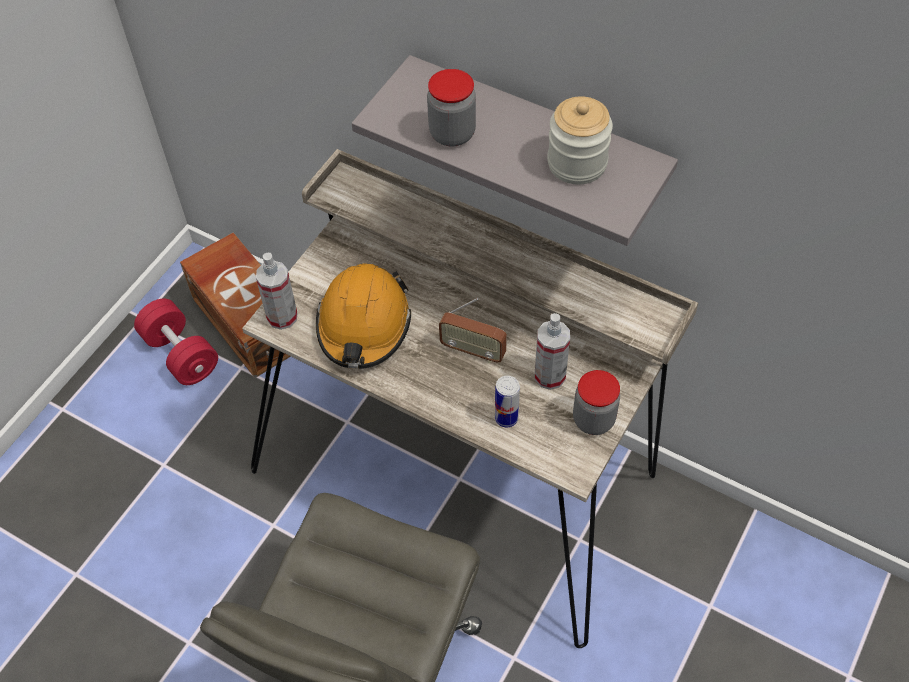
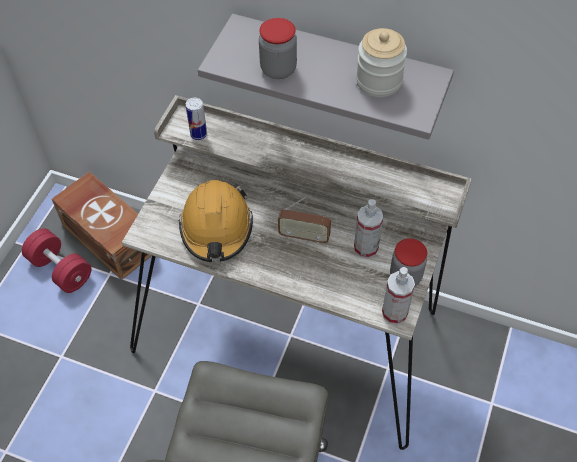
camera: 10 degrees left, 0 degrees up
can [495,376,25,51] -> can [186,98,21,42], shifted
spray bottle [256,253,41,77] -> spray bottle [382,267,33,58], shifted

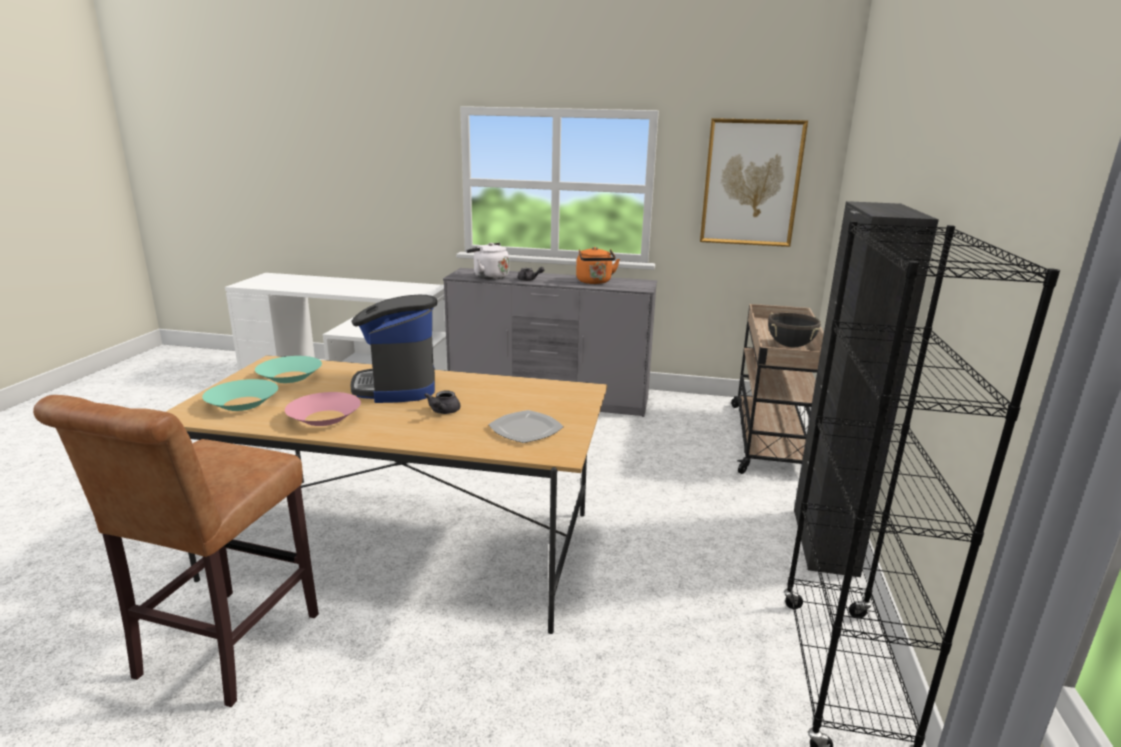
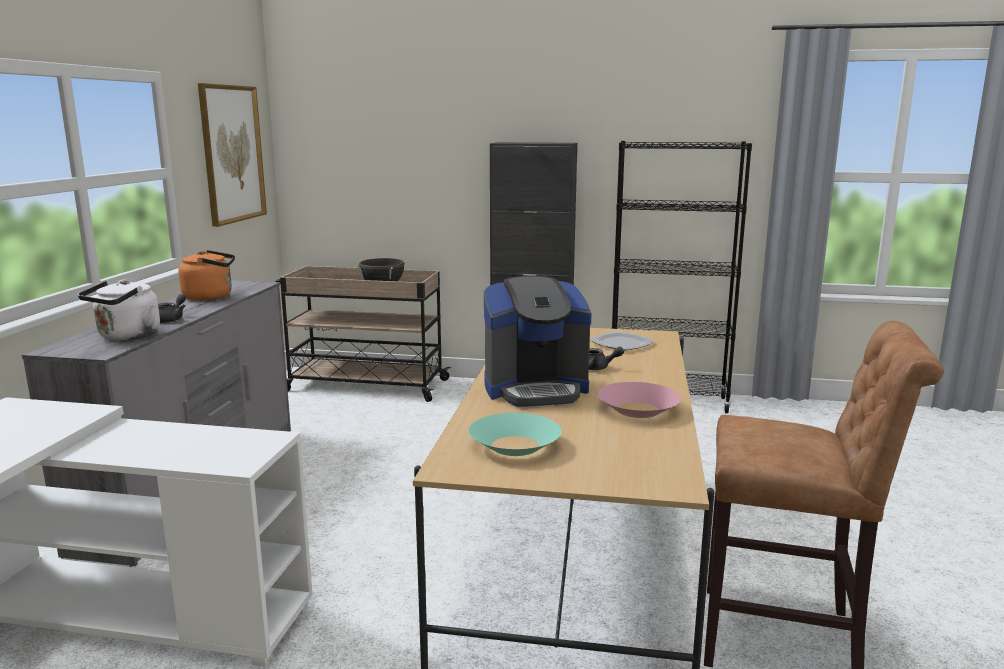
camera: 90 degrees left, 5 degrees down
bowl (turquoise) [202,379,76,32] -> none

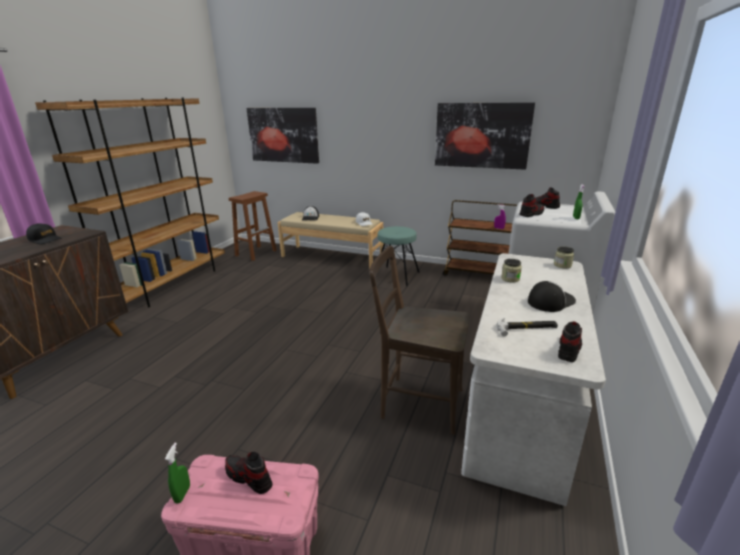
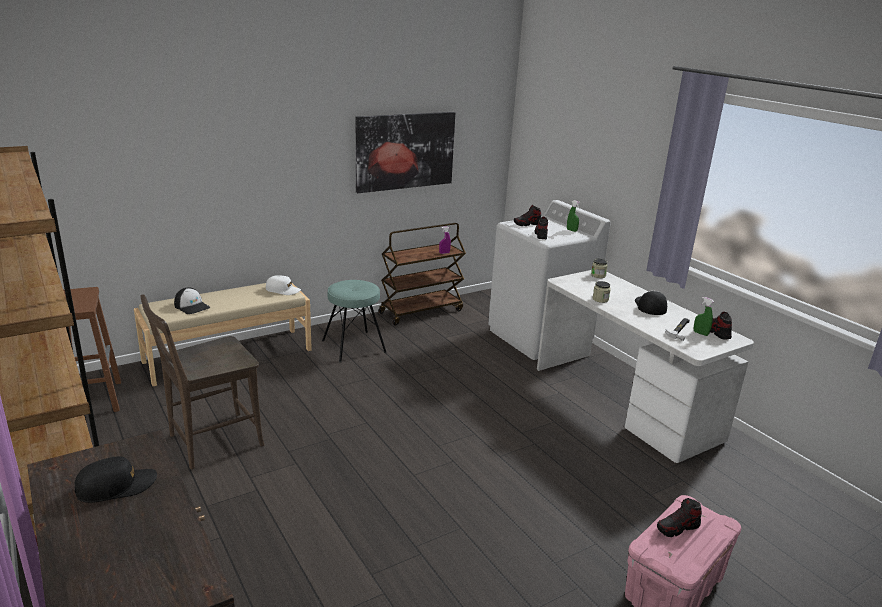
camera: 55 degrees left, 0 degrees up
chair (brown) [369,246,101,189] -> chair (brown) [141,294,124,175], shifted
spray bottle (green) [165,442,25,62] -> spray bottle (green) [694,297,20,39], shifted
picture [246,108,73,56] -> none

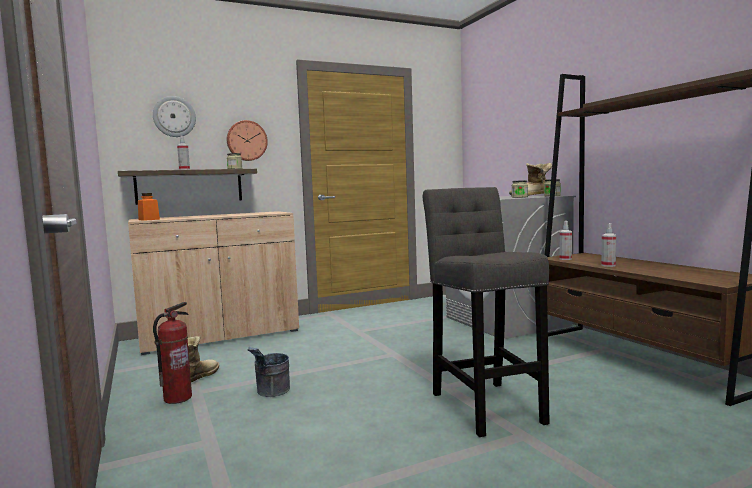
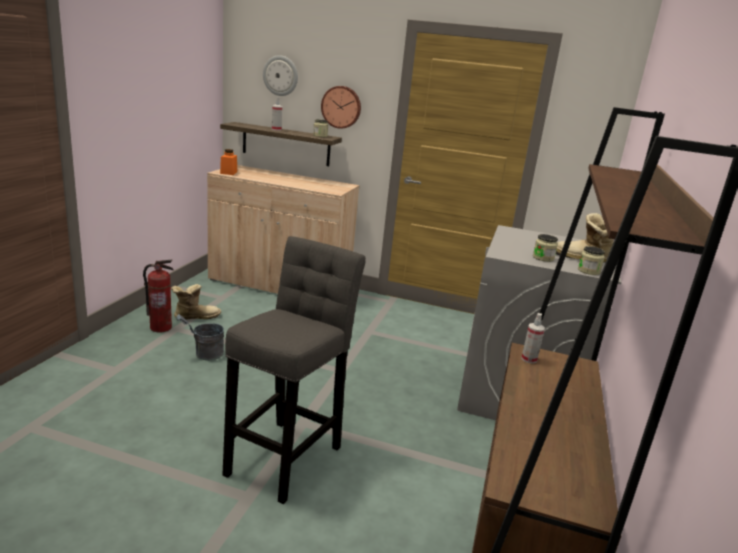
camera: 40 degrees right, 15 degrees up
spray bottle [601,223,15,44] -> none

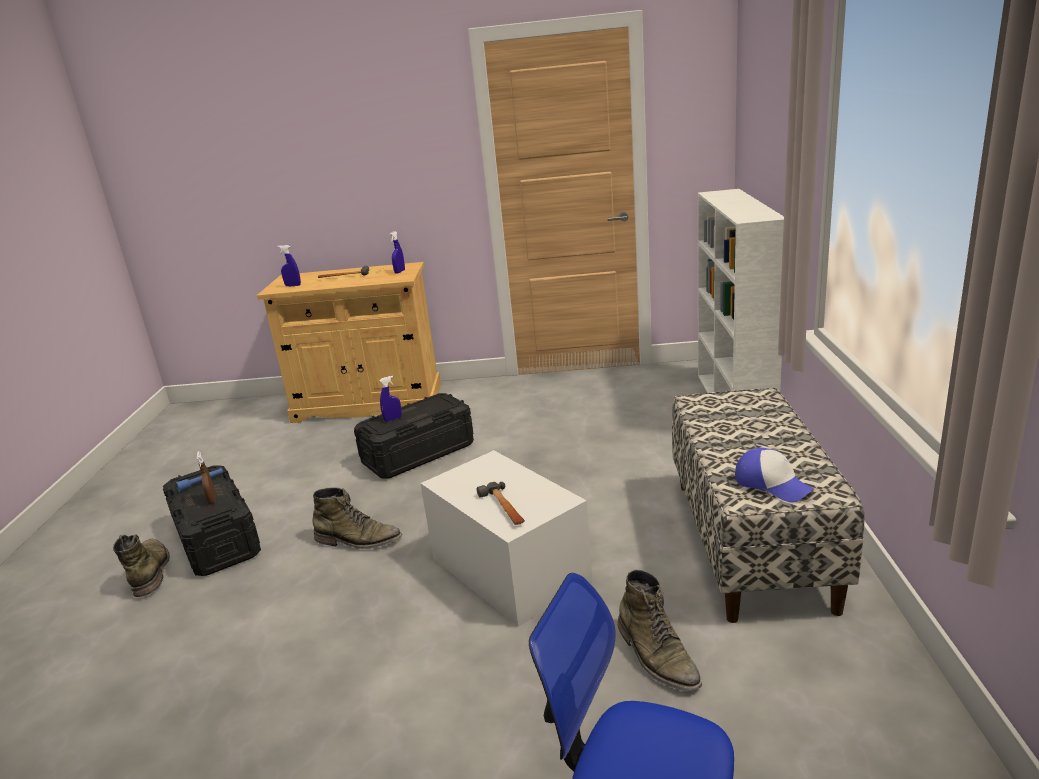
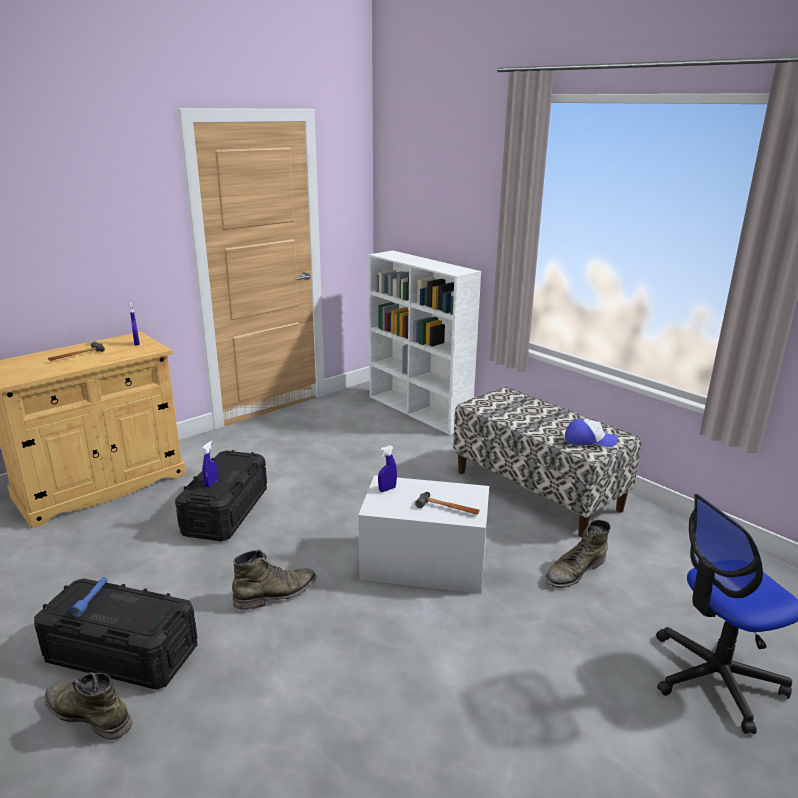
camera: 45 degrees left, 0 degrees up
spray bottle (blue) [277,245,24,41] -> spray bottle (blue) [378,445,19,47], shifted
boot (green) [618,569,84,122] -> boot (green) [545,520,66,68], 120 degrees clockwise
spray bottle (brown) [197,451,19,54] -> none

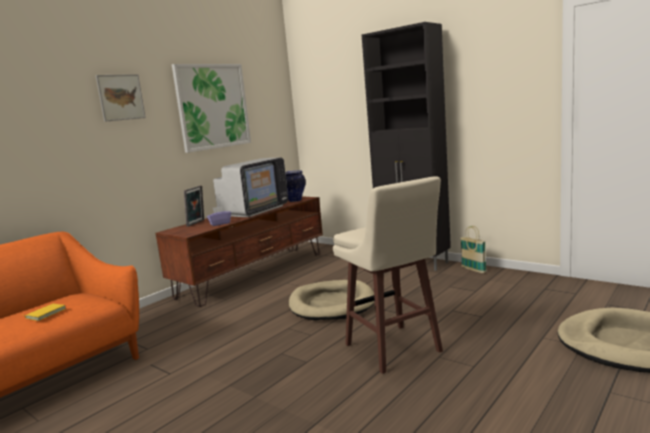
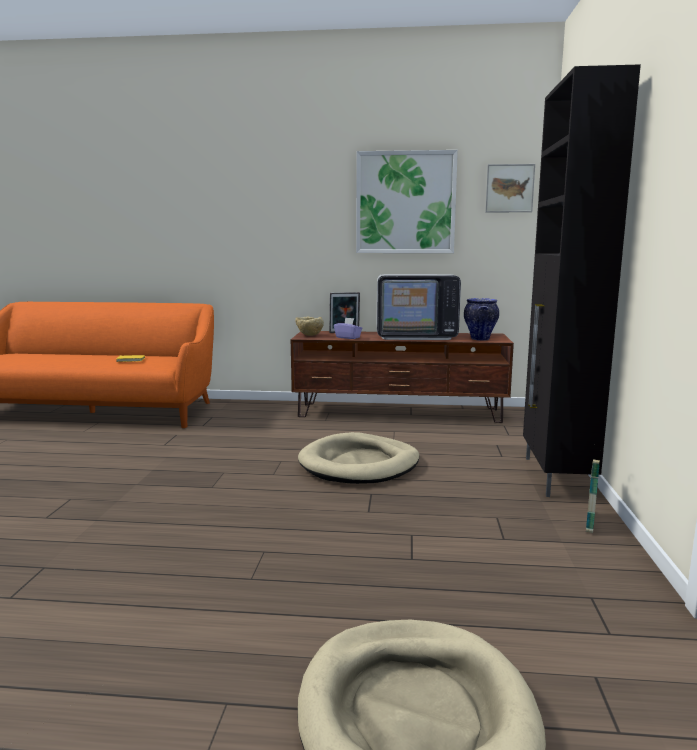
camera: 55 degrees right, 0 degrees up
none -> bowl (beige) [295,317,29,19]
picture [96,74,50,48] -> picture [485,164,50,48], shifted
stool (beige) [333,176,110,198] -> none

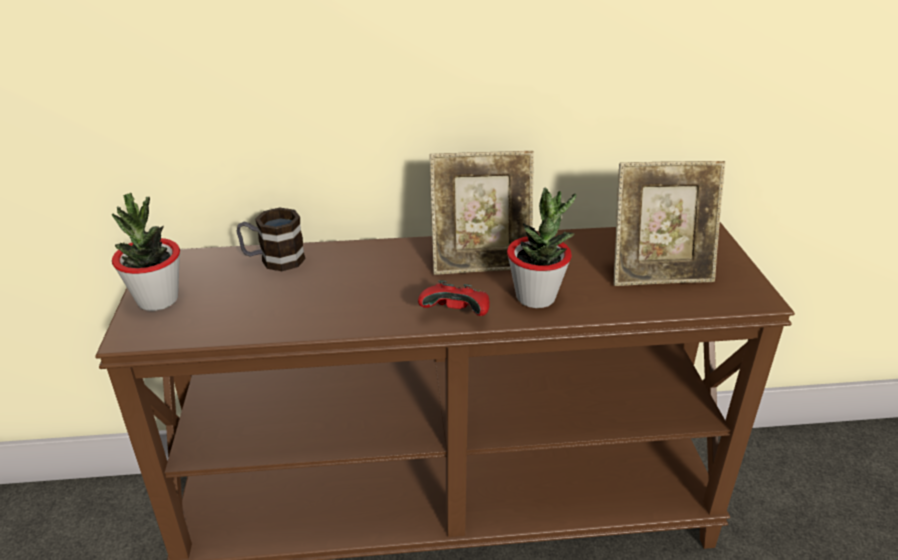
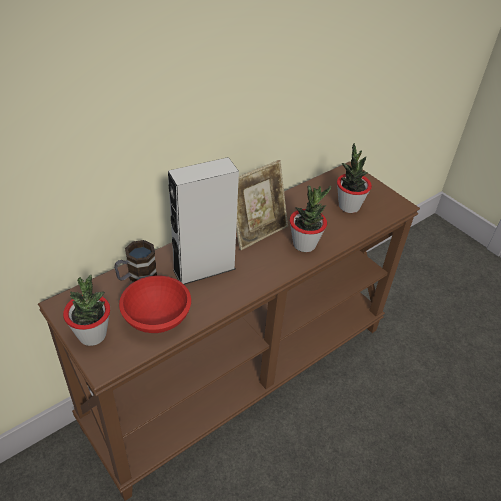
camera: 35 degrees left, 10 degrees up
none -> bowl (red) [119,276,72,57]
none -> speaker (grey) [168,157,71,128]
picture frame [613,161,112,125] -> potted plant [337,143,35,70]
game controller (red) [418,280,72,36] -> none

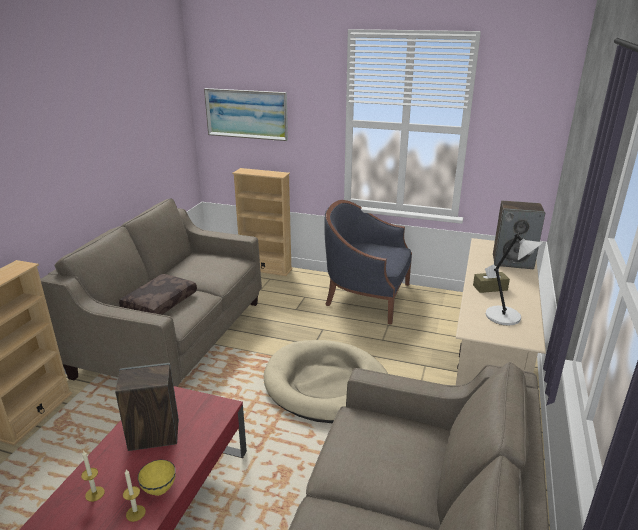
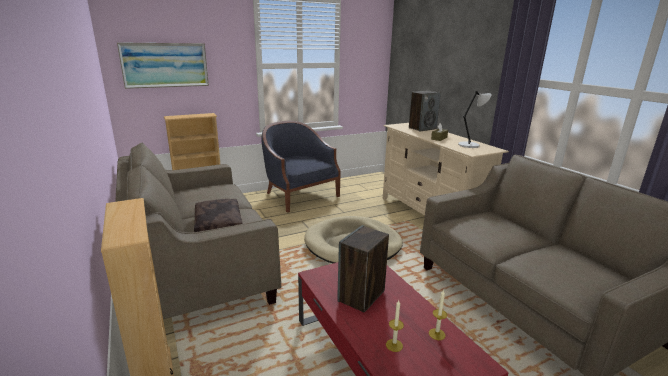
camera: 45 degrees left, 5 degrees down
armchair (blue) [324,200,88,125] -> armchair (blue) [262,121,79,92], 75 degrees clockwise
bowl (yellow) [138,460,38,36] -> none

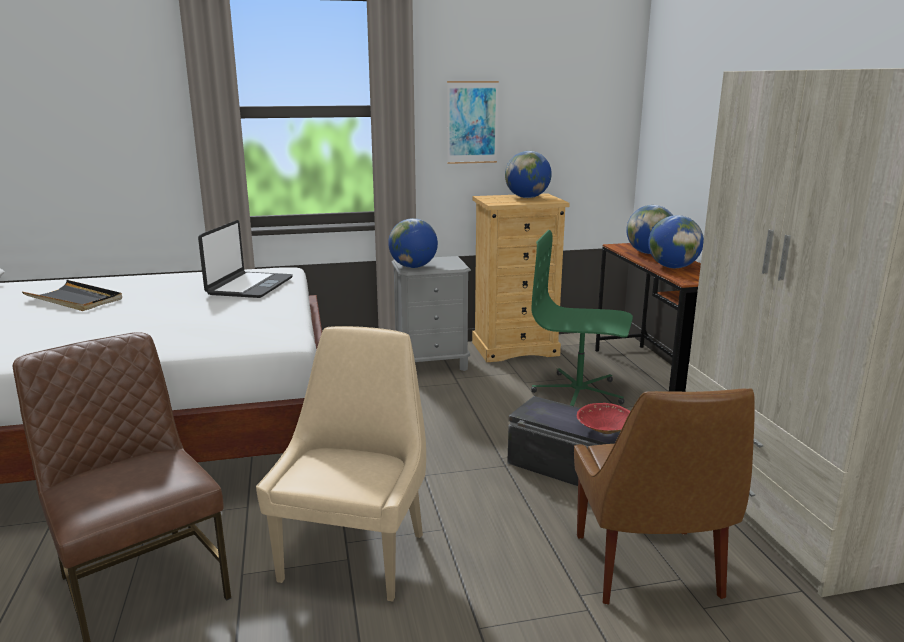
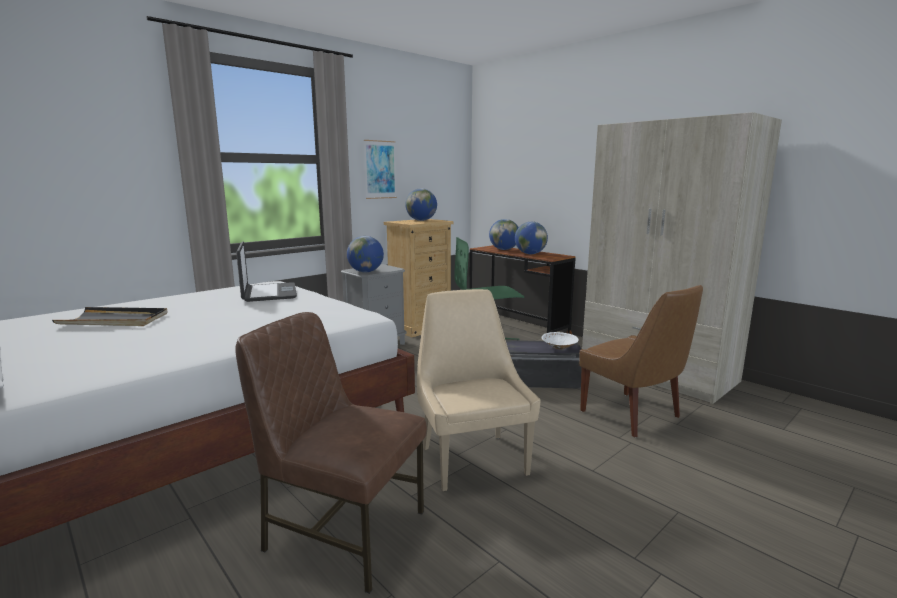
camera: 30 degrees left, 5 degrees down
bowl (red) [577,403,53,31] -> bowl (white) [541,332,38,17]

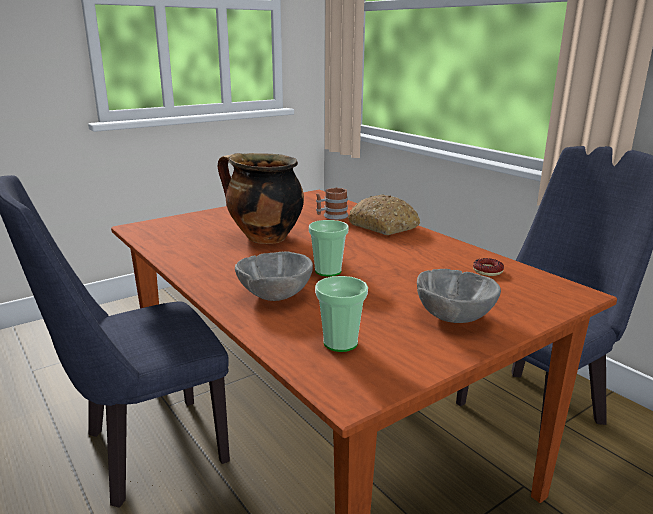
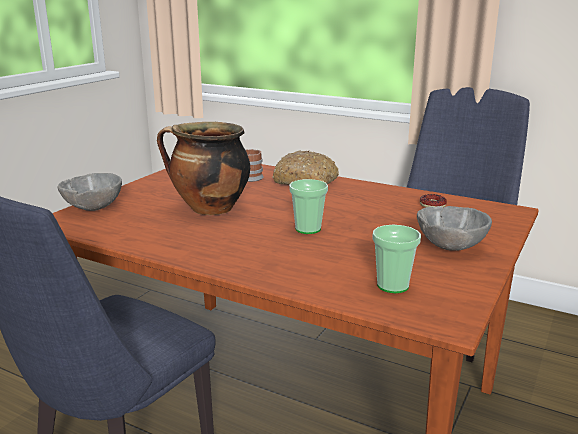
camera: 25 degrees left, 0 degrees up
bowl (grey) [235,251,78,50] -> bowl (grey) [57,173,65,38], shifted

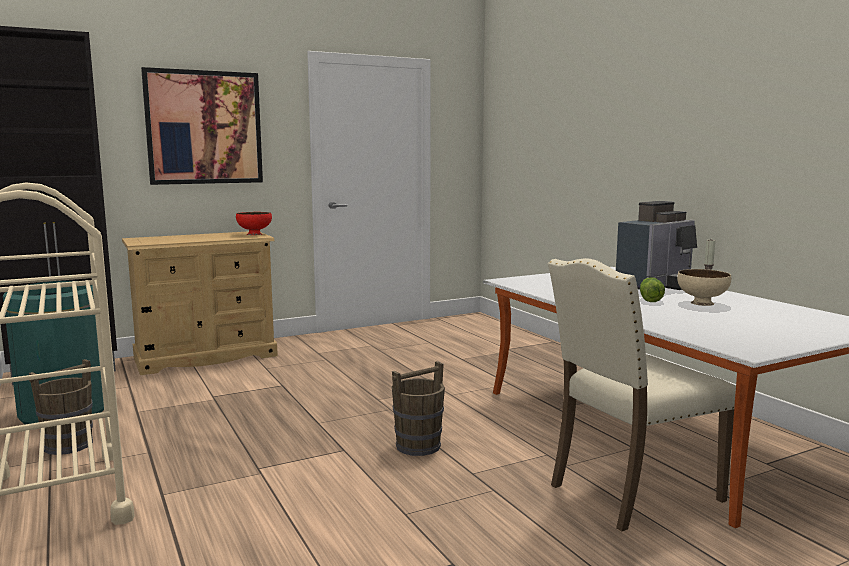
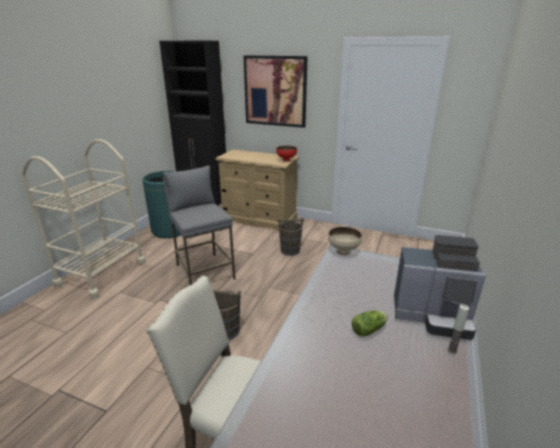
camera: 50 degrees right, 15 degrees up
none -> stool (grey) [163,165,73,120]
bucket (brown) [29,359,64,96] -> bucket (brown) [277,217,27,39], shifted
bowl (beige) [677,269,54,37] -> bowl (beige) [328,227,34,28], shifted

